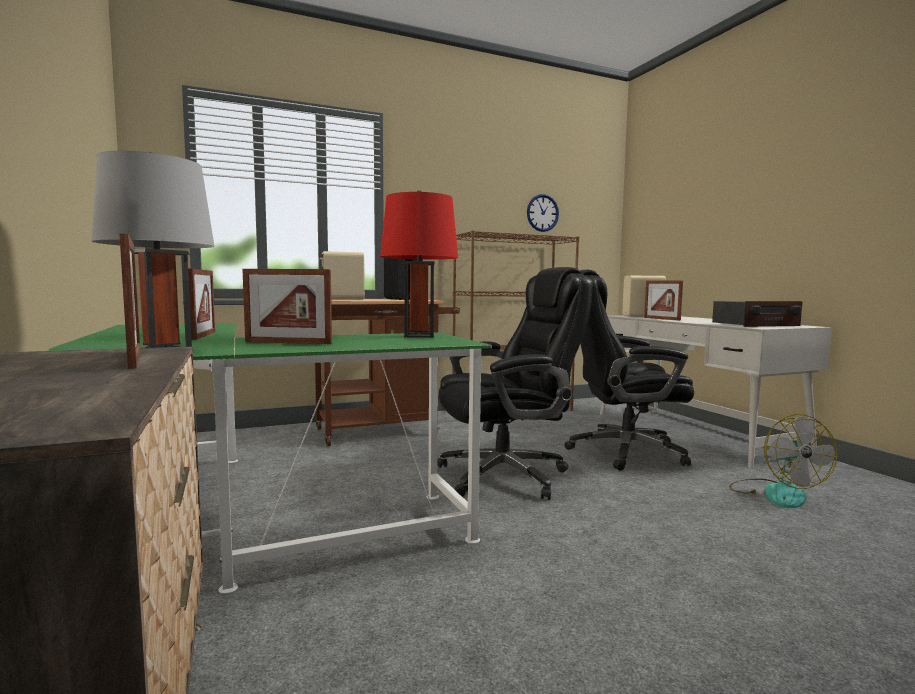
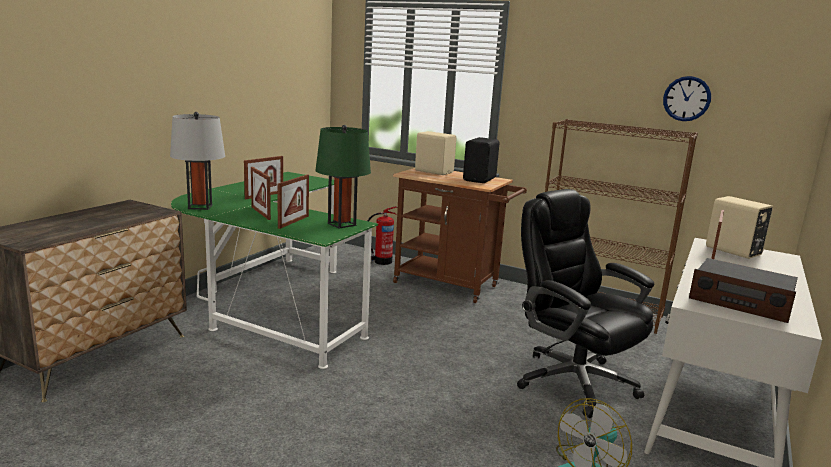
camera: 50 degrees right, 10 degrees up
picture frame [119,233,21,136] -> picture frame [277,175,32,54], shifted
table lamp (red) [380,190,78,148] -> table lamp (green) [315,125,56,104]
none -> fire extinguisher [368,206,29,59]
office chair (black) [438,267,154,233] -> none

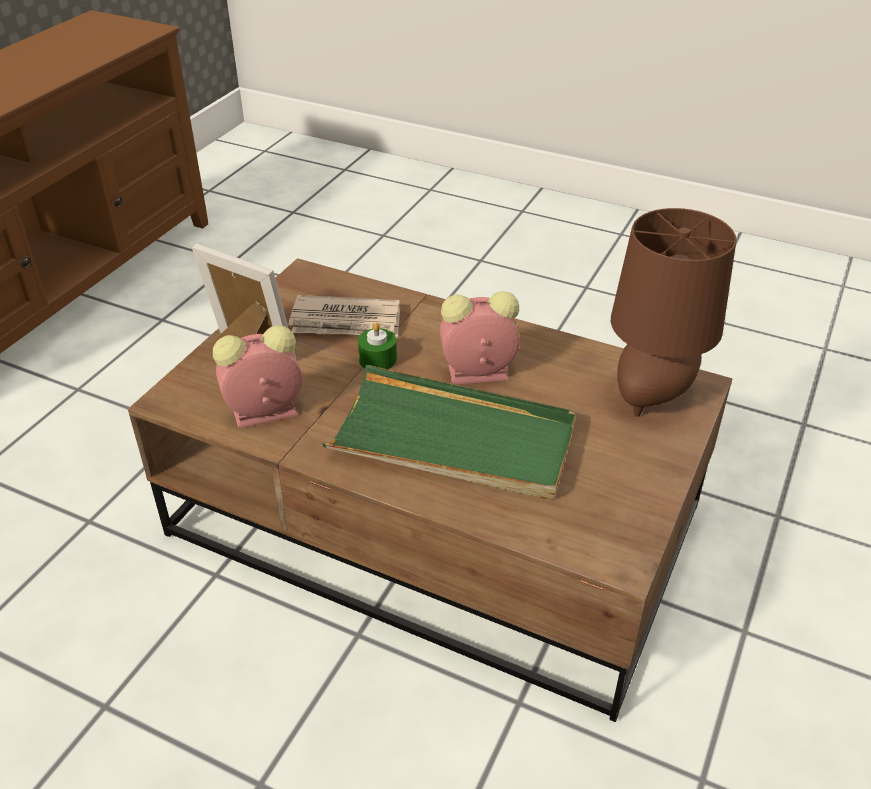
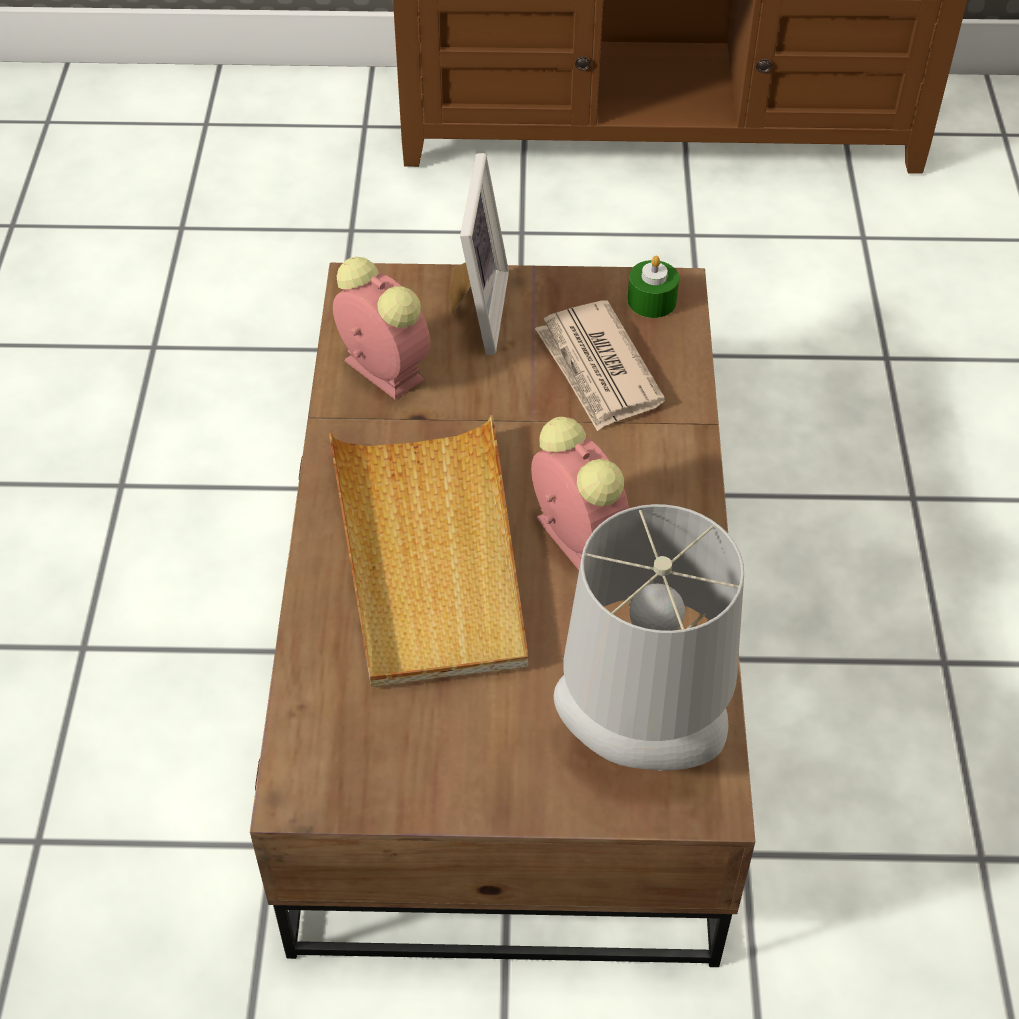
camera: 65 degrees right, 10 degrees up
tray (green) [322,365,254,134] -> tray (beige) [329,415,199,272]
table lamp (brown) [611,208,126,209] -> table lamp (grey) [554,504,190,267]
candle (green) [358,322,39,47] -> candle (green) [627,256,52,62], shifted

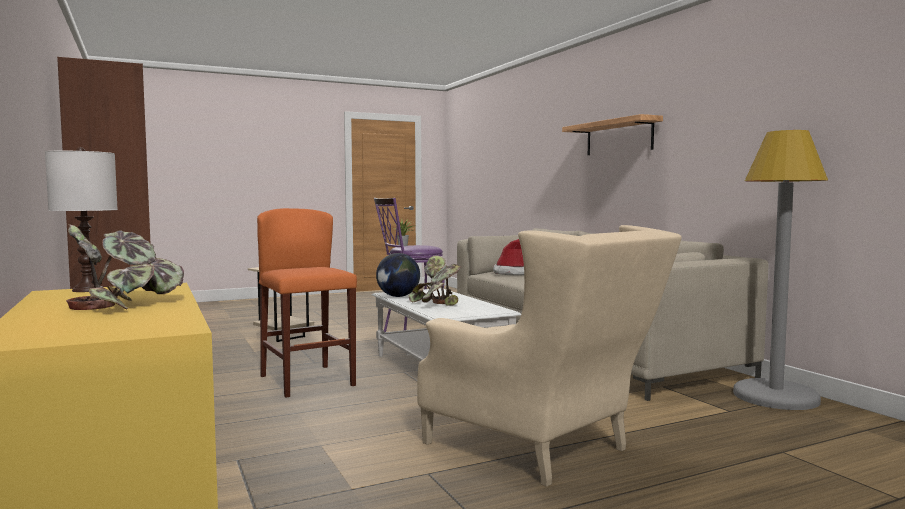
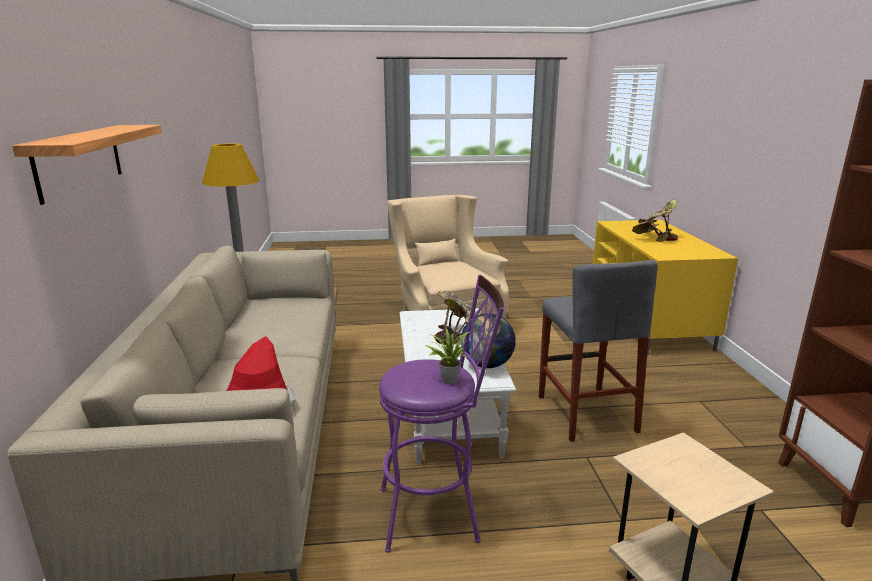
camera: 160 degrees left, 15 degrees up
stool (orange) [257,208,100,190] -> stool (grey) [539,260,119,182]
table lamp (white) [45,147,73,145] -> none

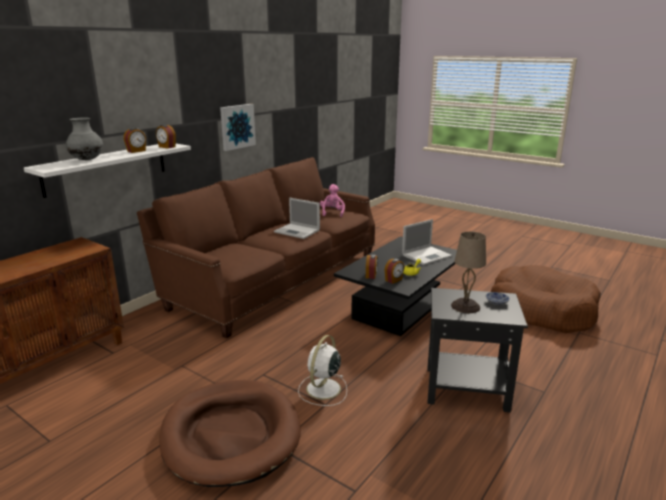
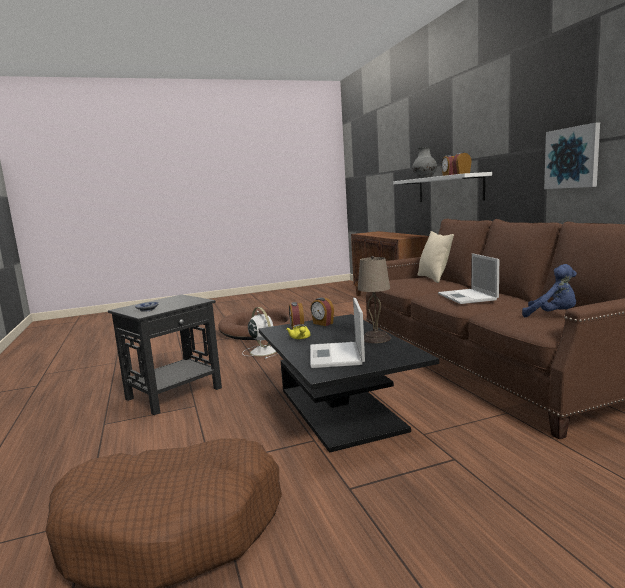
camera: 125 degrees right, 10 degrees down
table lamp (beige) [451,231,35,82] -> table lamp (beige) [358,256,33,87], shifted
none -> pillow (beige) [417,231,37,52]
laptop [274,198,46,41] -> laptop [438,253,61,51], 75 degrees counterclockwise
plush toy (pink) [320,184,25,33] -> plush toy (blue) [522,264,55,53]

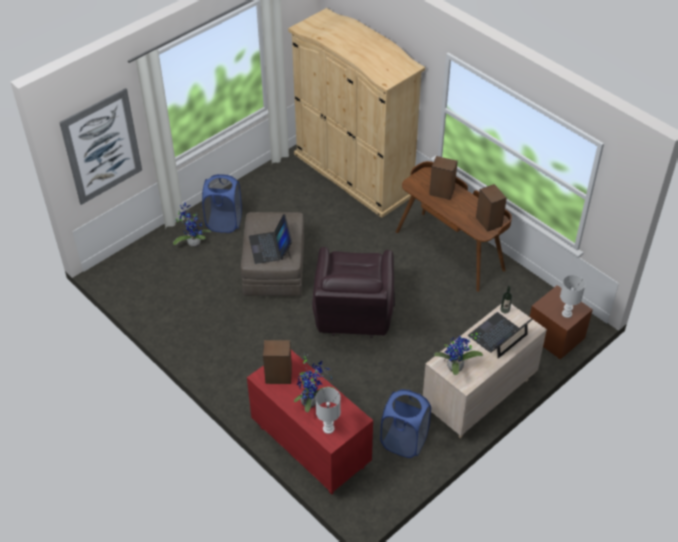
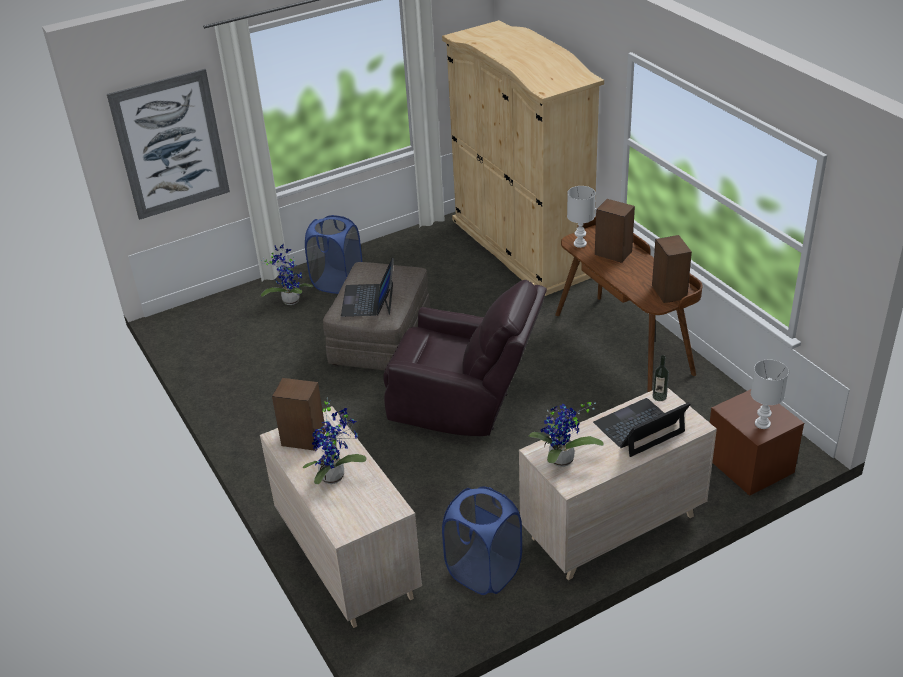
camera: 15 degrees right, 10 degrees down
dresser (red) [247,350,126,145] -> dresser (beige) [260,406,162,222]
armchair (brown) [312,247,83,91] -> armchair (brown) [383,280,164,156], 90 degrees counterclockwise
table lamp (white) [315,388,26,46] -> table lamp (white) [567,186,28,62], shifted

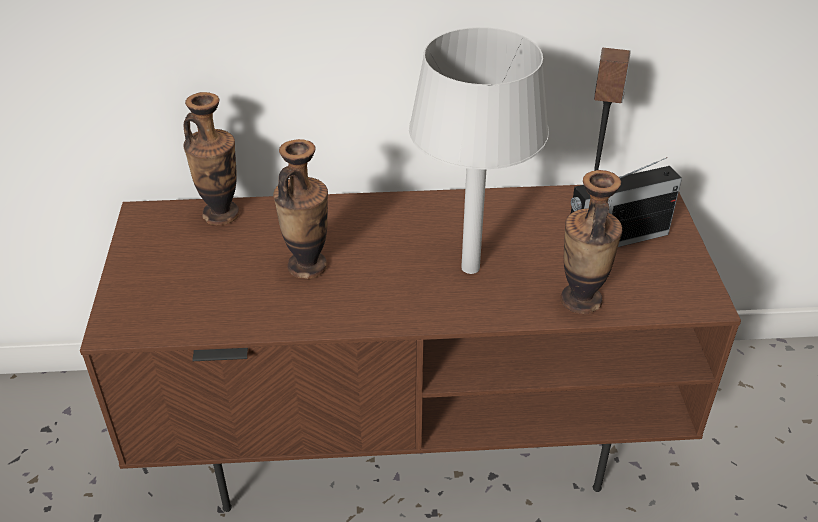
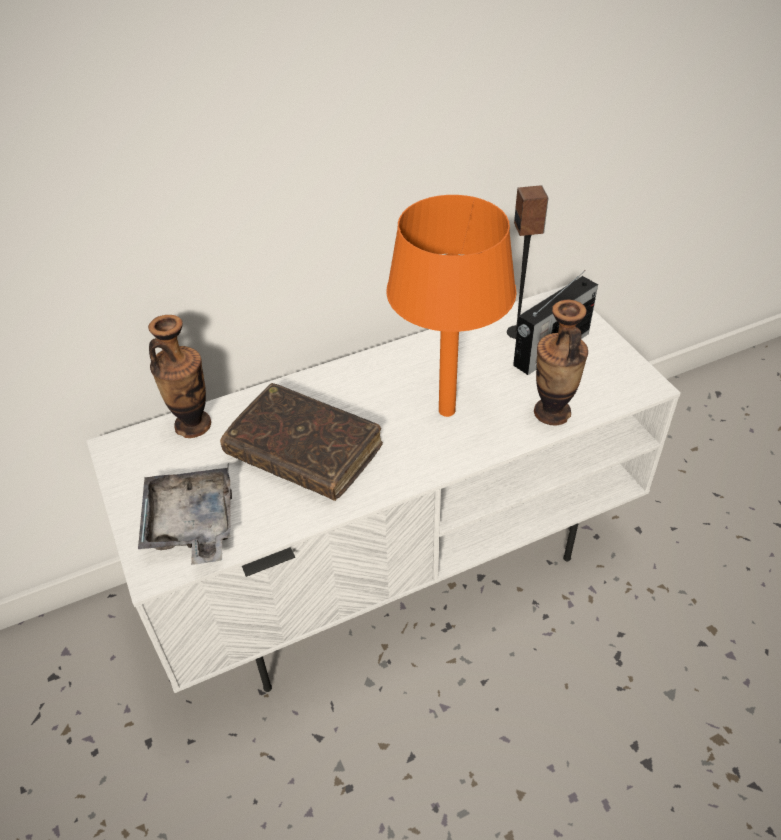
camera: 20 degrees left, 5 degrees up
tv stand (brown) [80,185,661,327] -> tv stand (white) [87,285,594,408]
none -> tray (grey) [138,467,94,98]
vase [273,139,55,140] -> book (brown) [220,383,163,118]
table lamp (grey) [409,27,140,247] -> table lamp (orange) [386,195,131,222]

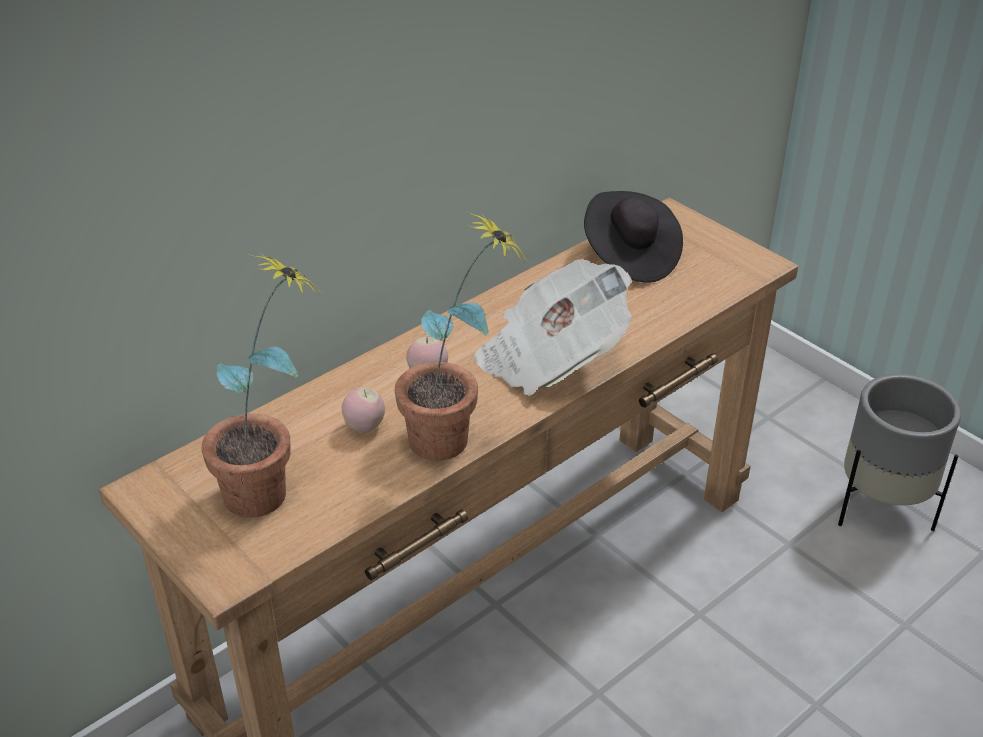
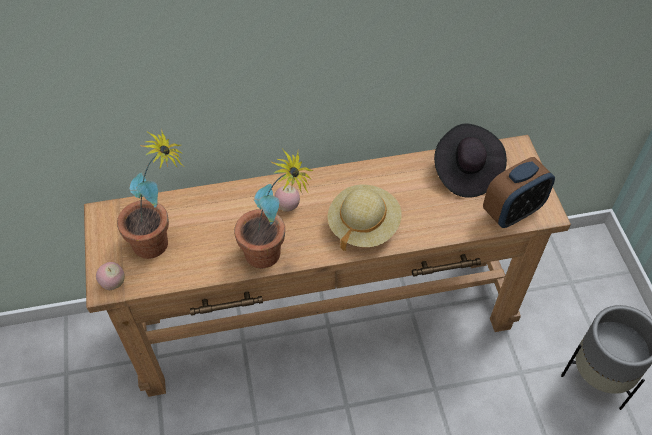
camera: 30 degrees right, 15 degrees up
apple [342,387,43,46] -> apple [96,262,29,28], shifted
newspaper [475,259,157,137] -> hat (beige) [327,184,75,67]
none -> alarm clock [483,157,72,71]

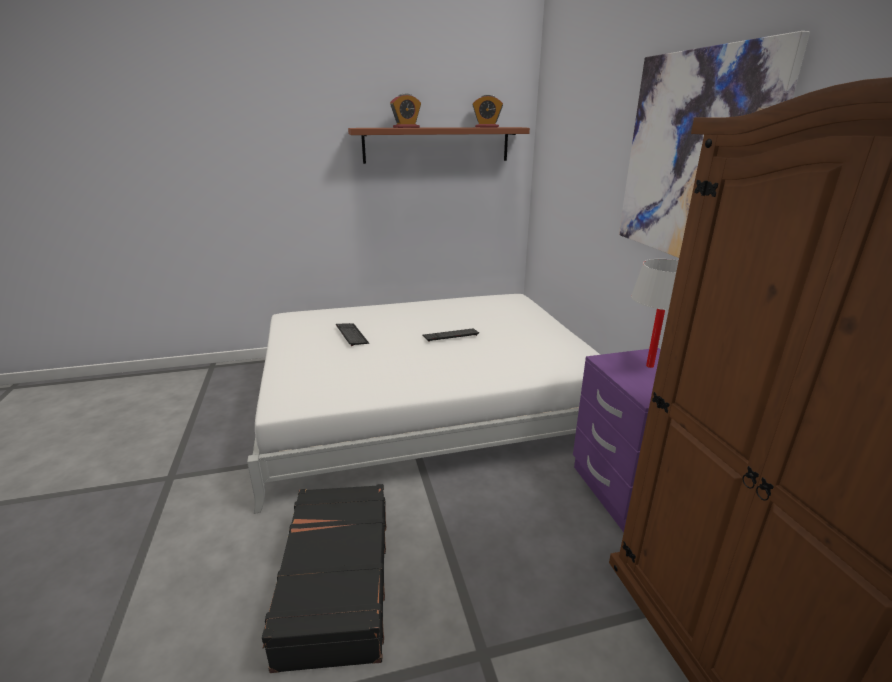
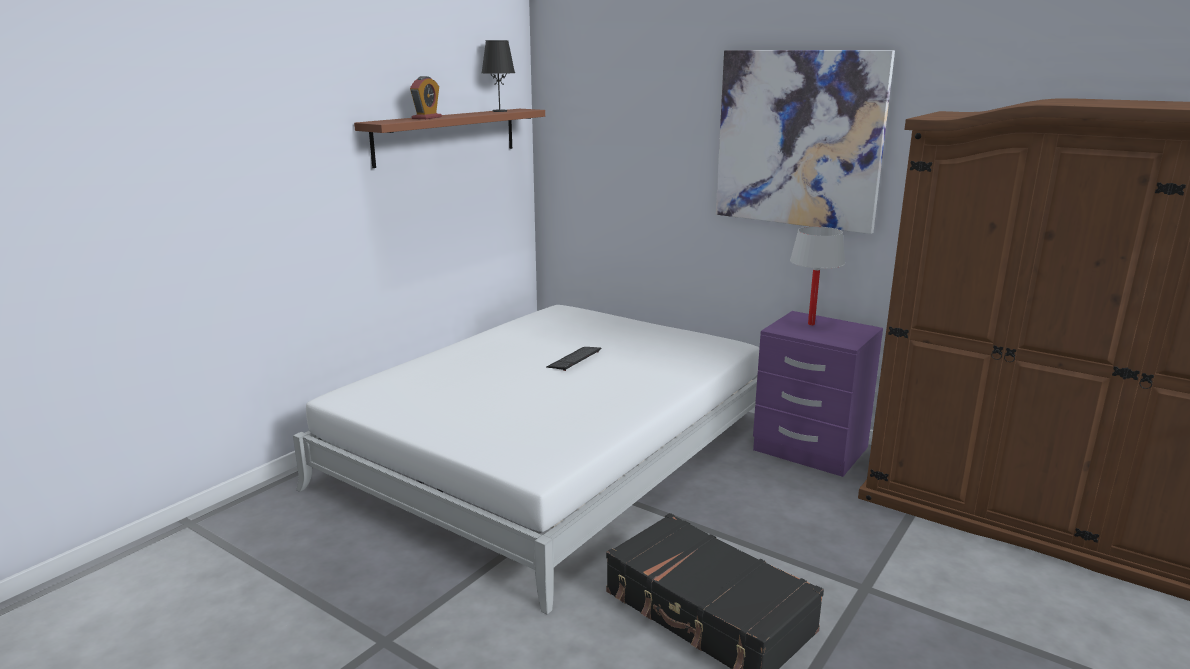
camera: 40 degrees left, 5 degrees down
alarm clock [473,95,30,32] -> table lamp (black) [481,40,34,72]
keyboard [336,323,33,23] -> none

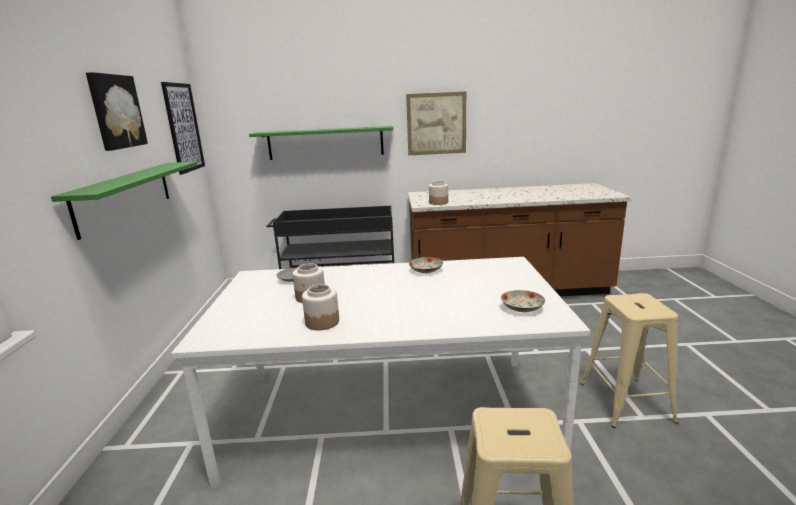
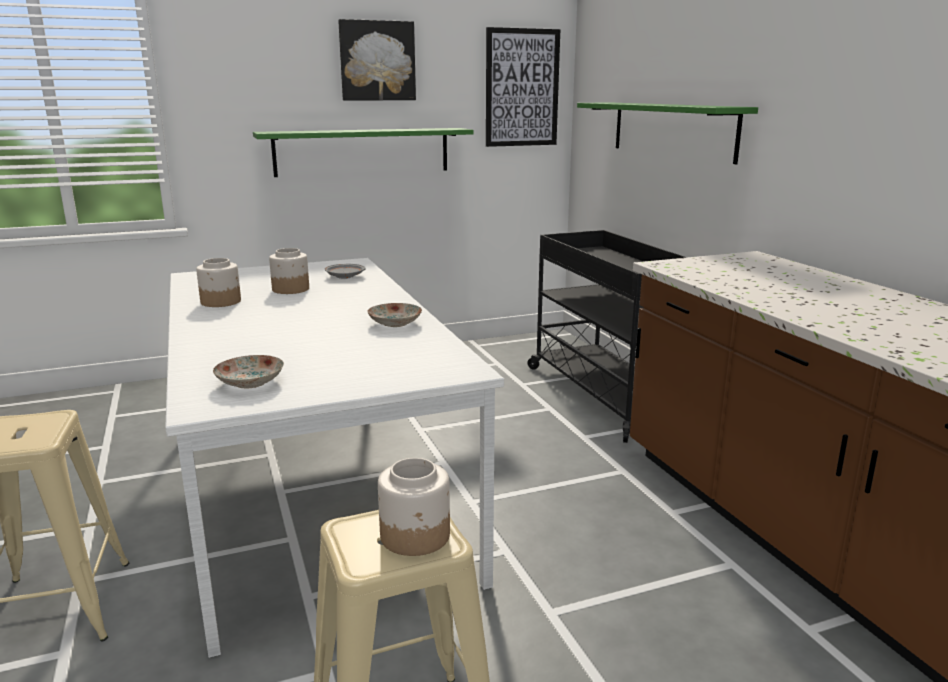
camera: 70 degrees right, 0 degrees up
jar [429,181,19,24] -> jar [378,458,72,98], shifted
picture [406,91,60,64] -> none

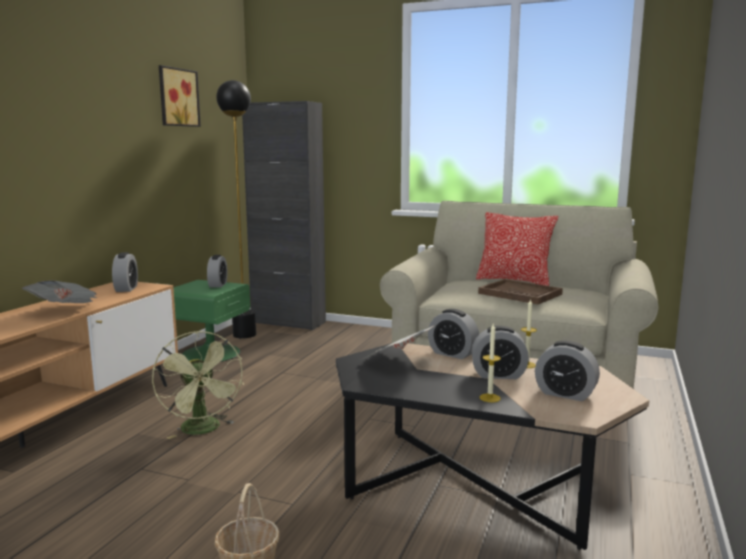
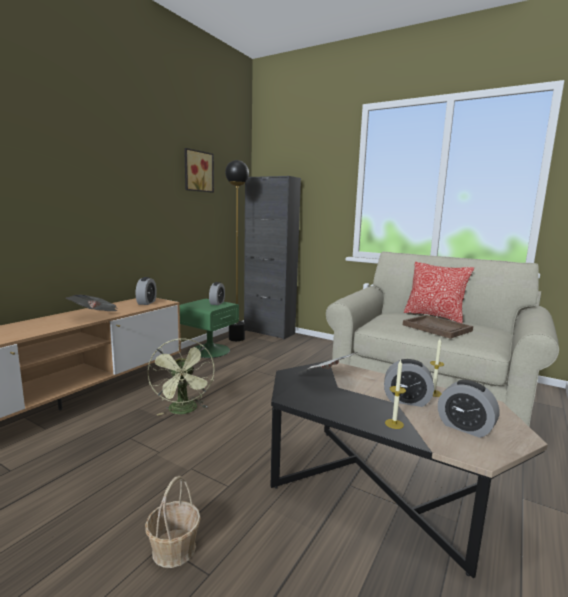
camera: 10 degrees right, 0 degrees up
alarm clock [428,309,51,50] -> none

